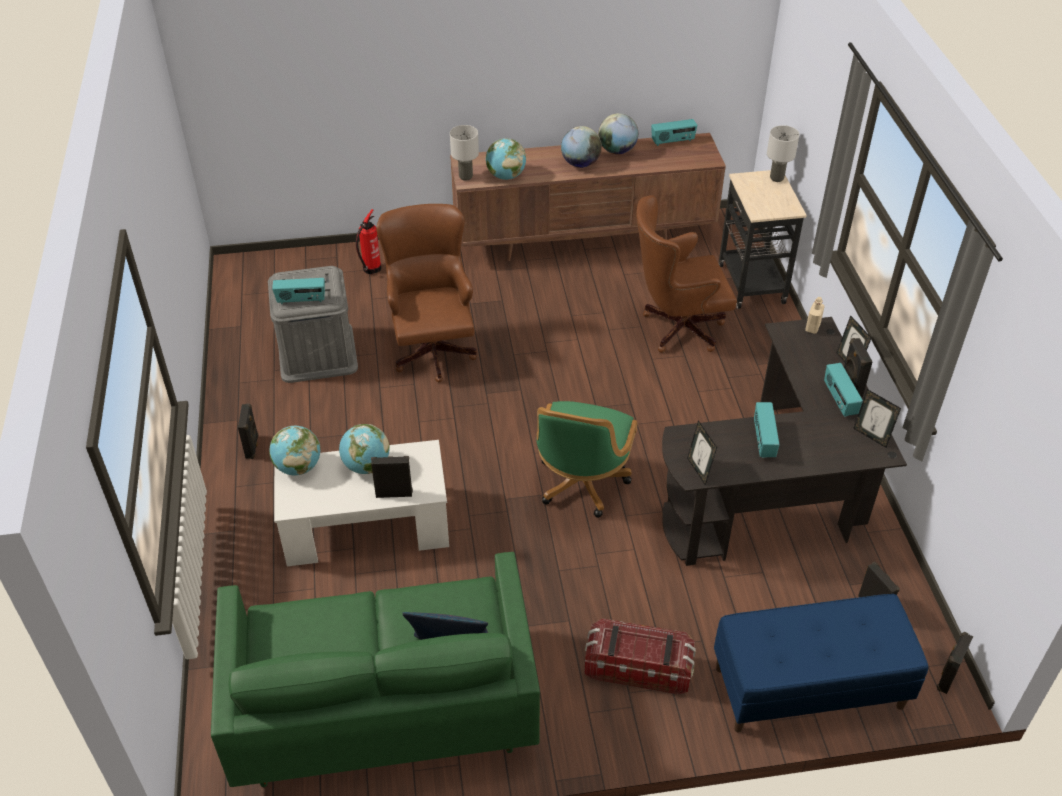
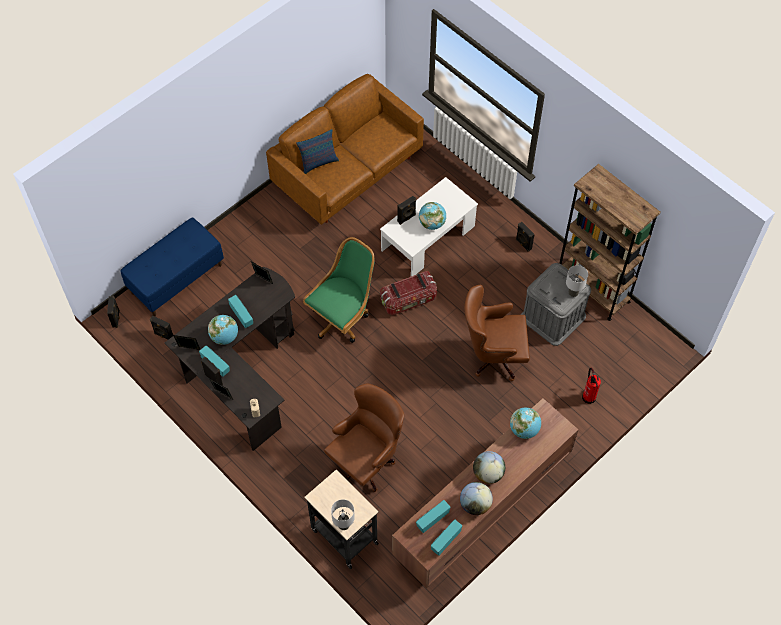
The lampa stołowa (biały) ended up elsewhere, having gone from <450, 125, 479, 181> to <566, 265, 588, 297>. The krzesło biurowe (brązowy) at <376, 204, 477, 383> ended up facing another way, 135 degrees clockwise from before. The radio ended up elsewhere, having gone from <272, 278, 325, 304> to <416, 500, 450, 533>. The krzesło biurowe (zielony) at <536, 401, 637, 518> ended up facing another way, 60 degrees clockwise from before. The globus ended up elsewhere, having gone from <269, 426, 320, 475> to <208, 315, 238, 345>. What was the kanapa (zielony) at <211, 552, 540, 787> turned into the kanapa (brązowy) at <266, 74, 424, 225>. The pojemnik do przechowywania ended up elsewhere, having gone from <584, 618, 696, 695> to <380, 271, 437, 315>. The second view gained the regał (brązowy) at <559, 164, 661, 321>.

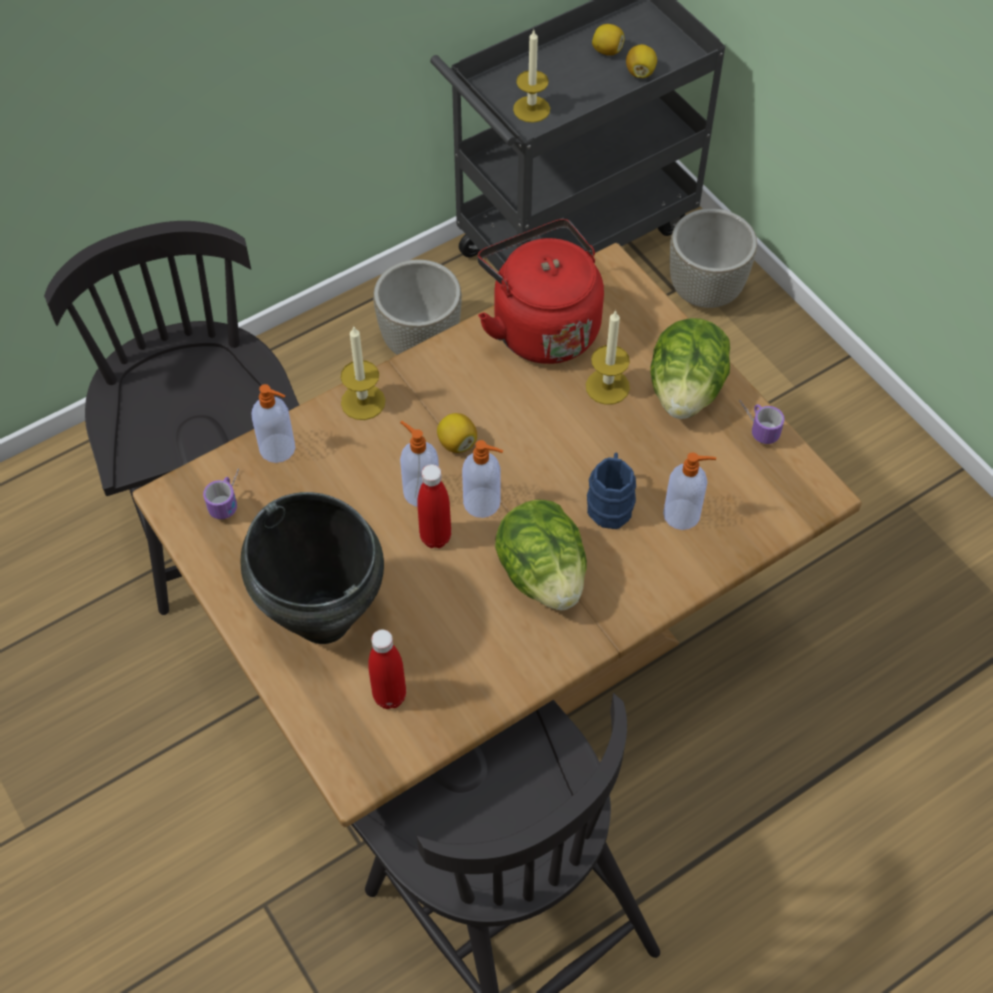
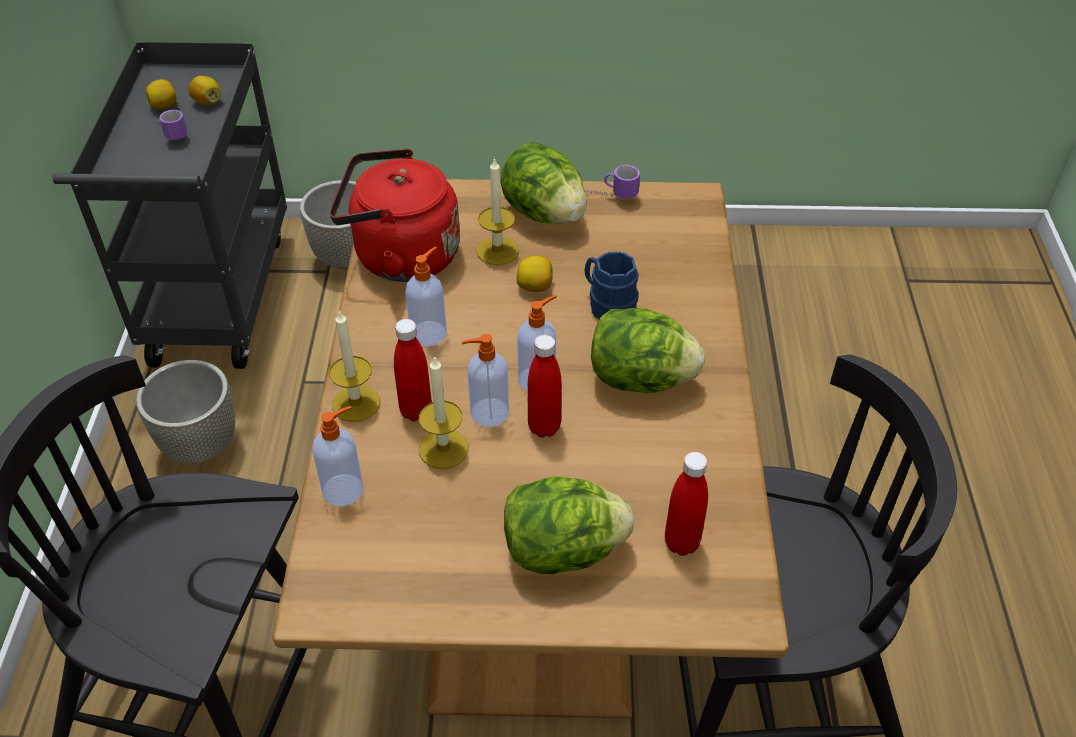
The świeca ended up elsewhere, having gone from <513, 30, 550, 123> to <419, 356, 468, 469>. The cytryna ended up elsewhere, having gone from <437, 413, 477, 453> to <516, 255, 553, 292>. The dozownik mydła ended up elsewhere, having gone from <663, 452, 716, 530> to <405, 247, 447, 346>. The kubek ended up elsewhere, having gone from <203, 469, 239, 519> to <157, 110, 187, 140>. Where the garnek (czarny) stood at <241, 492, 384, 644>, the sałata came to stand at <504, 476, 634, 574>. The second view gained the butelka (czerwony) at <394, 319, 432, 421>.

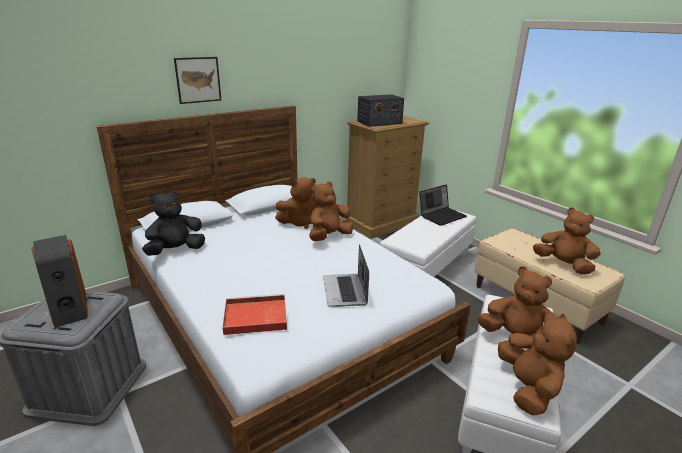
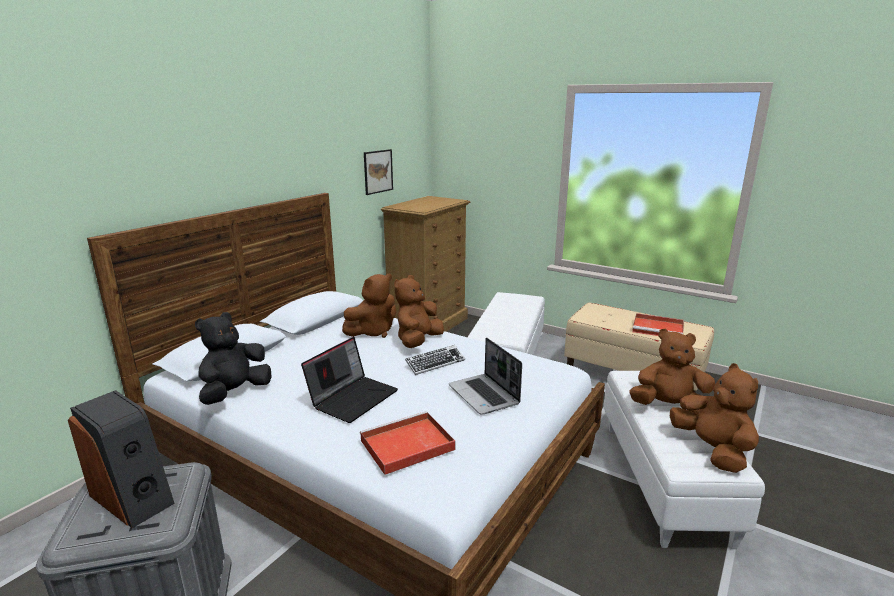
The obraz ended up elsewhere, having gone from <174, 57, 221, 104> to <364, 149, 393, 195>. The second view lost the radio at <357, 94, 404, 127>. The laptop ended up elsewhere, having gone from <419, 184, 467, 226> to <301, 337, 398, 423>. Where the pluszak (brązowy) stood at <533, 208, 601, 274>, the taca (czerwony) came to stand at <632, 313, 684, 336>. The second view gained the klawiatura at <405, 345, 465, 375>.

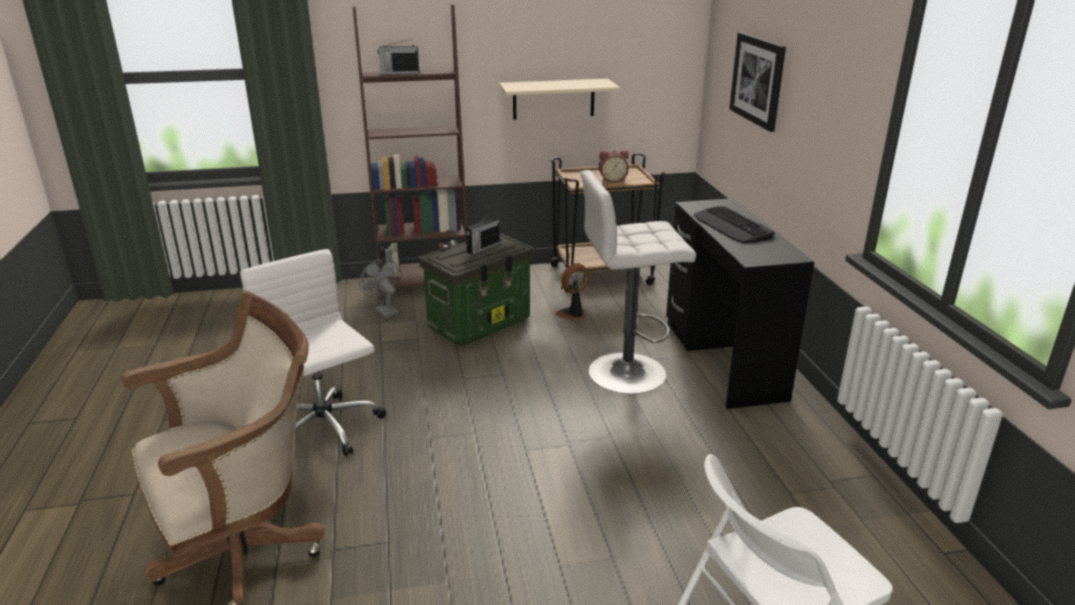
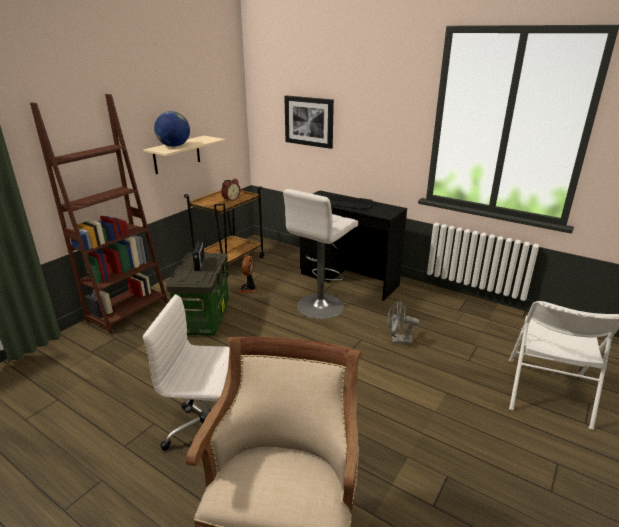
The second view lost the radio at <378, 39, 419, 74>. The wentylator (szary) ended up elsewhere, having gone from <359, 259, 399, 318> to <387, 300, 419, 344>. The second view gained the globus at <154, 111, 190, 147>.

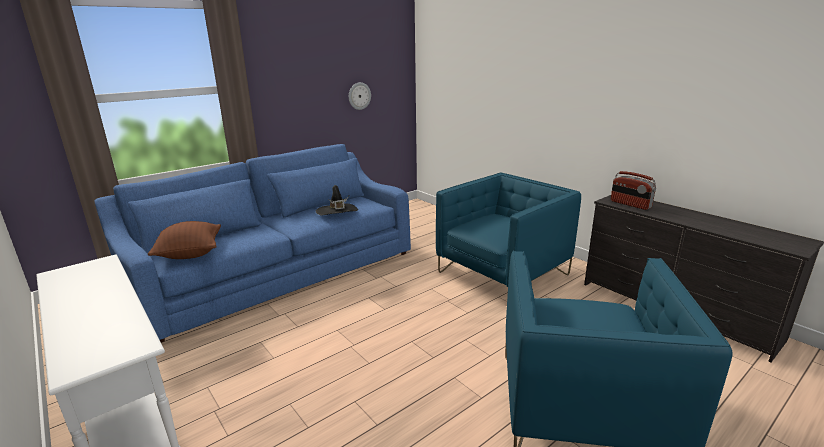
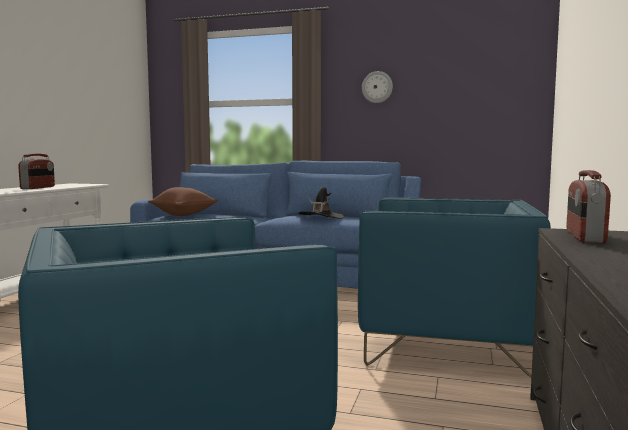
The zegar ścienny ended up elsewhere, having gone from <349, 82, 371, 110> to <362, 71, 393, 103>. The second view gained the radio at <18, 153, 55, 189>.

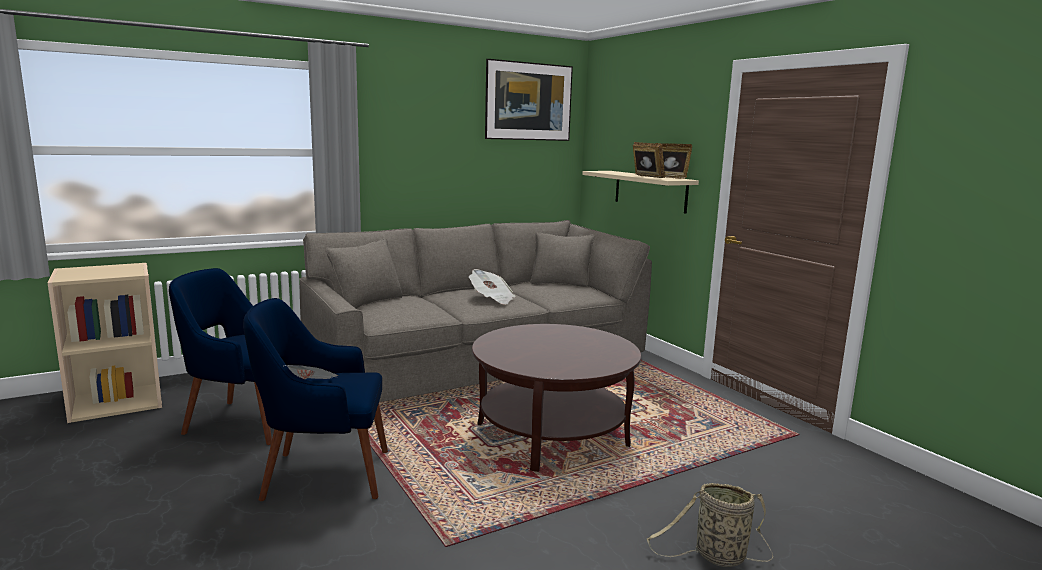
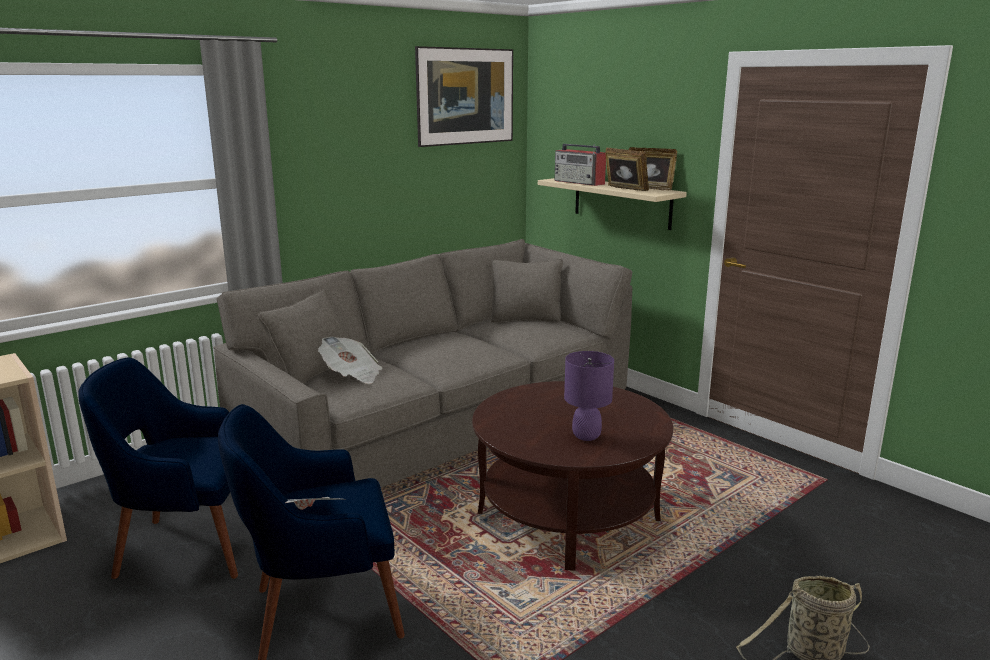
The gazeta ended up elsewhere, having gone from <469, 269, 515, 305> to <318, 337, 383, 384>. The second view gained the radio at <555, 144, 606, 186>. The second view gained the lampa stołowa (fioletowy) at <564, 351, 614, 441>.

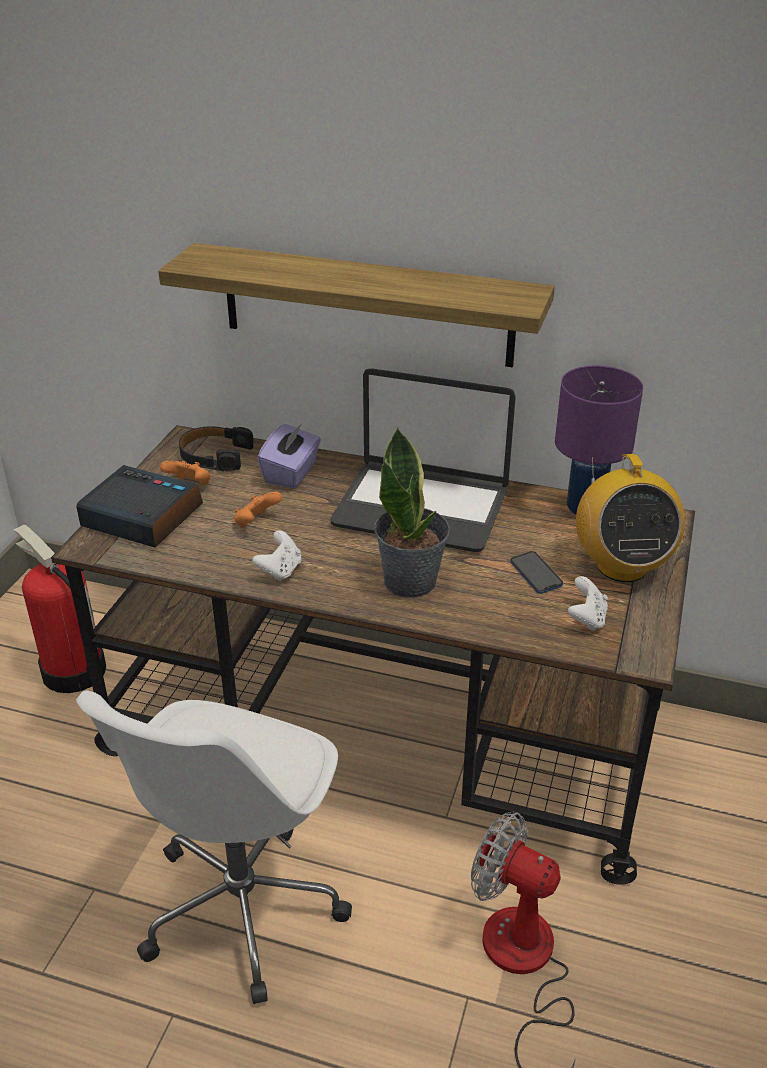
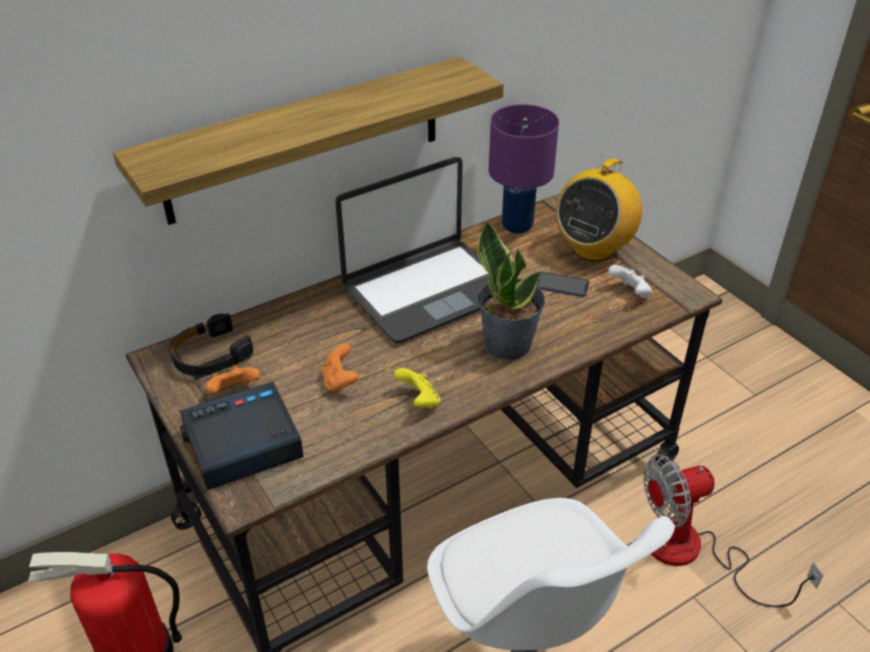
The second view lost the pudełko chusteczek (fioletowy) at <257, 423, 321, 488>. The radio at <576, 454, 685, 582> ended up facing another way, 90 degrees clockwise from before. What was the pad do gier (biały) at <252, 531, 302, 582> turned into the pad do gier (żółty) at <394, 368, 440, 409>.

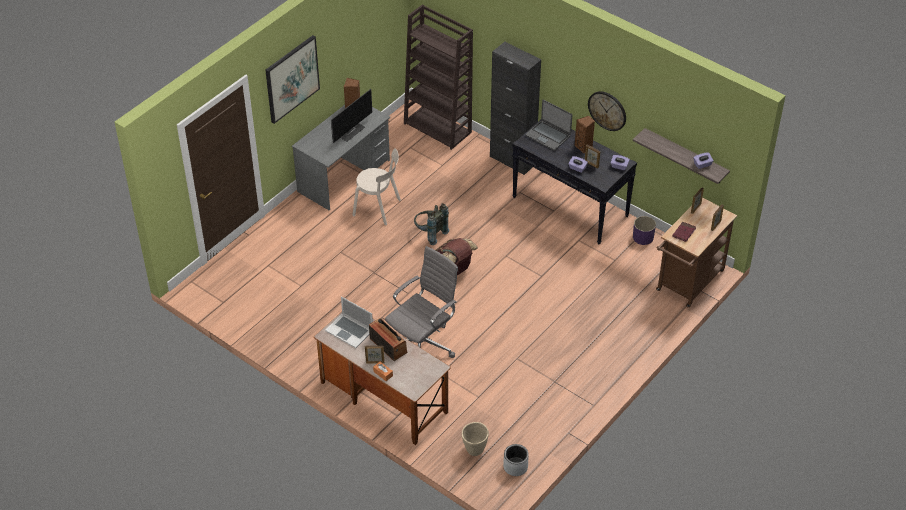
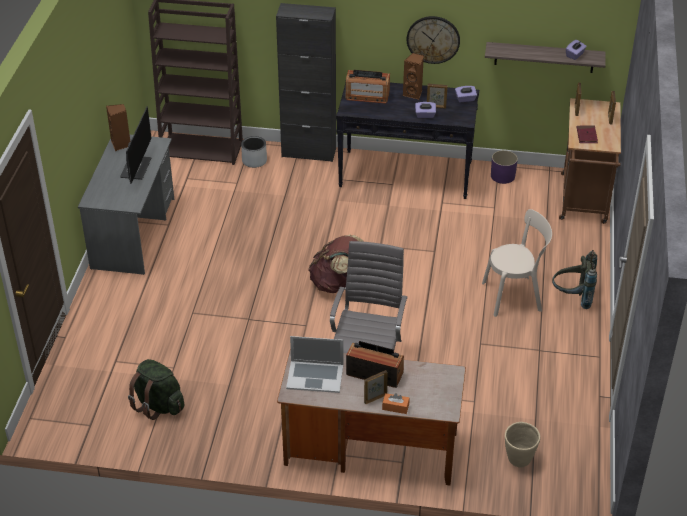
The second view lost the obraz at <265, 35, 320, 124>. Where the laptop stood at <525, 100, 572, 151>, the radio came to stand at <346, 70, 390, 104>. The krzesło (beżowy) ended up elsewhere, having gone from <352, 148, 401, 225> to <482, 209, 552, 317>. The plecak (szary) ended up elsewhere, having gone from <414, 203, 449, 245> to <552, 250, 597, 309>. The donica (szary) ended up elsewhere, having gone from <503, 444, 529, 476> to <241, 136, 267, 168>. The second view gained the plecak (zielony) at <128, 359, 184, 420>.

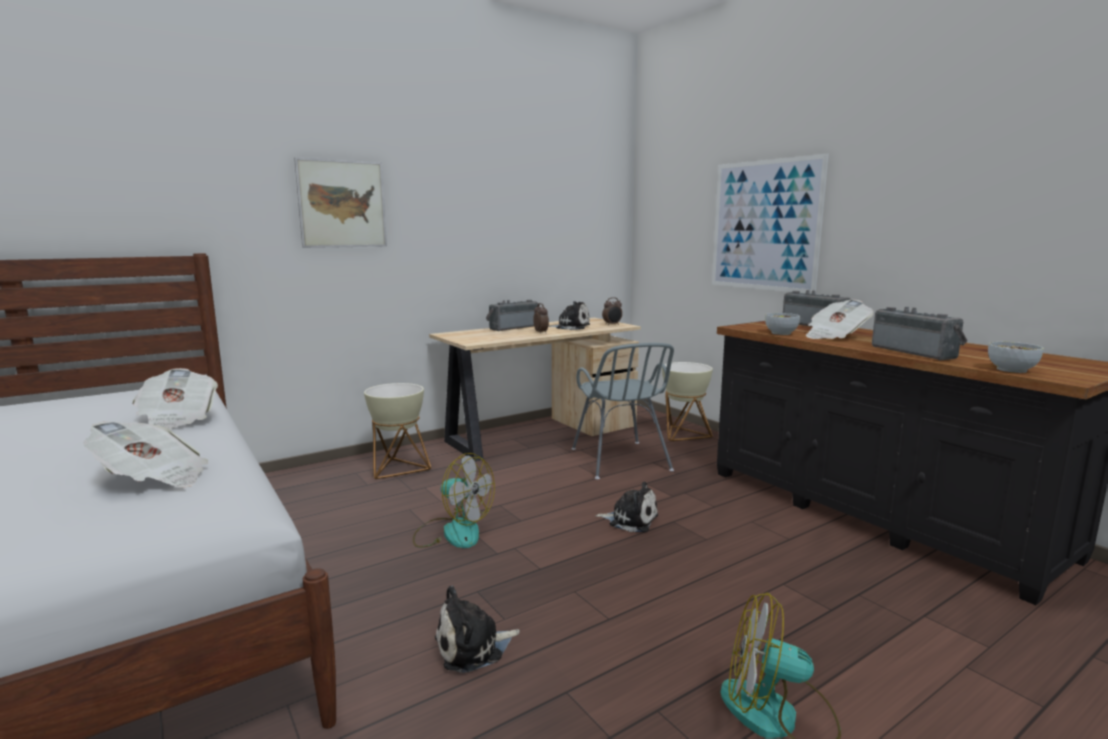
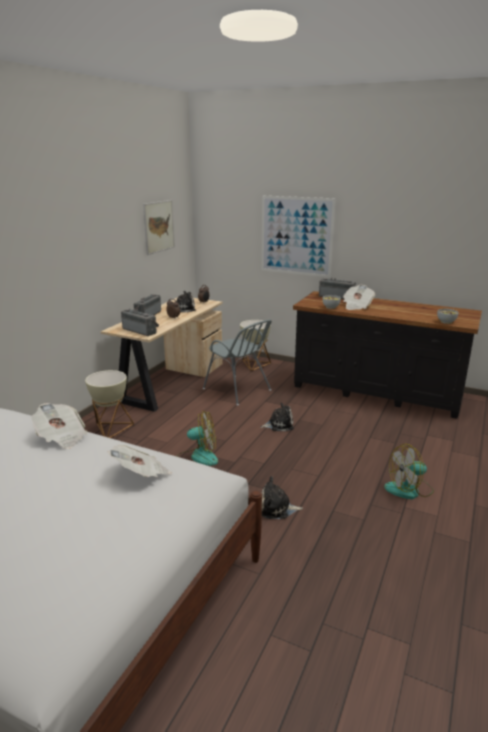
The obraz ended up elsewhere, having gone from <294, 157, 387, 248> to <143, 200, 175, 255>. The radio ended up elsewhere, having gone from <872, 307, 968, 360> to <121, 309, 159, 336>. The pluszak at <435, 585, 520, 673> ended up facing another way, 60 degrees clockwise from before.

